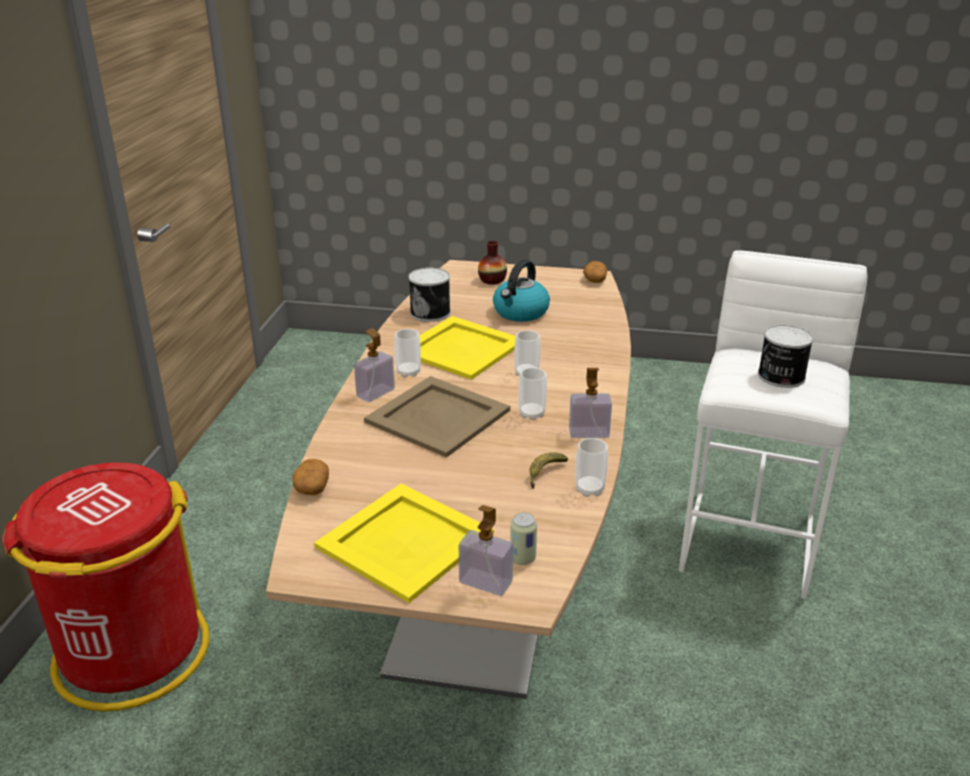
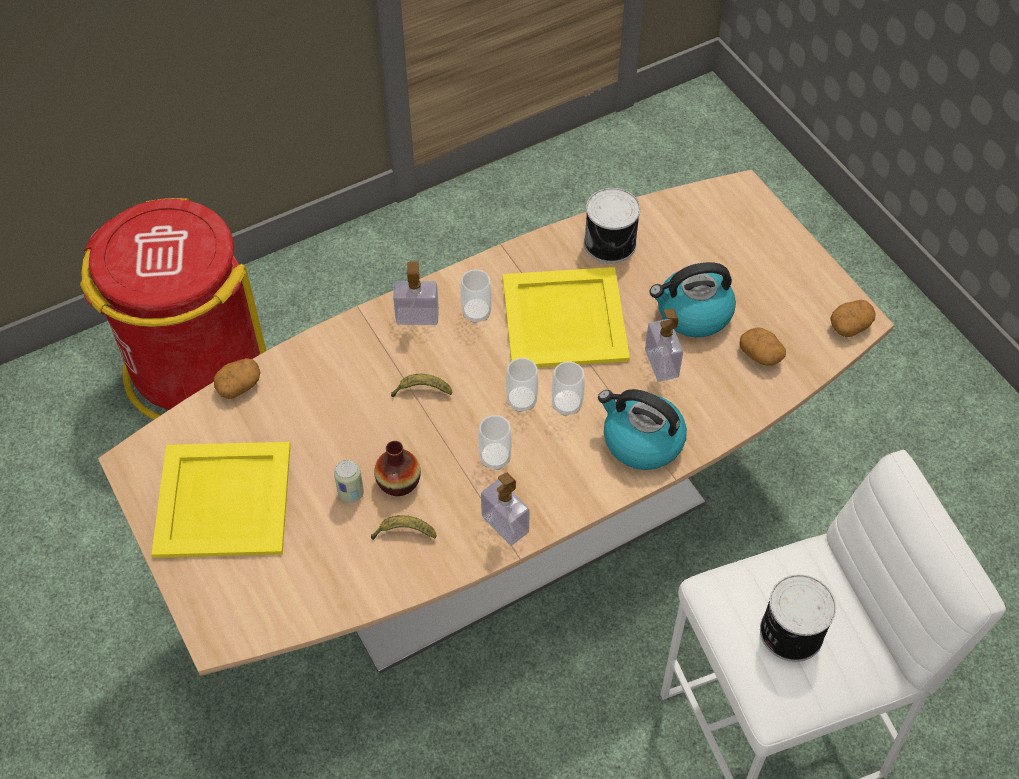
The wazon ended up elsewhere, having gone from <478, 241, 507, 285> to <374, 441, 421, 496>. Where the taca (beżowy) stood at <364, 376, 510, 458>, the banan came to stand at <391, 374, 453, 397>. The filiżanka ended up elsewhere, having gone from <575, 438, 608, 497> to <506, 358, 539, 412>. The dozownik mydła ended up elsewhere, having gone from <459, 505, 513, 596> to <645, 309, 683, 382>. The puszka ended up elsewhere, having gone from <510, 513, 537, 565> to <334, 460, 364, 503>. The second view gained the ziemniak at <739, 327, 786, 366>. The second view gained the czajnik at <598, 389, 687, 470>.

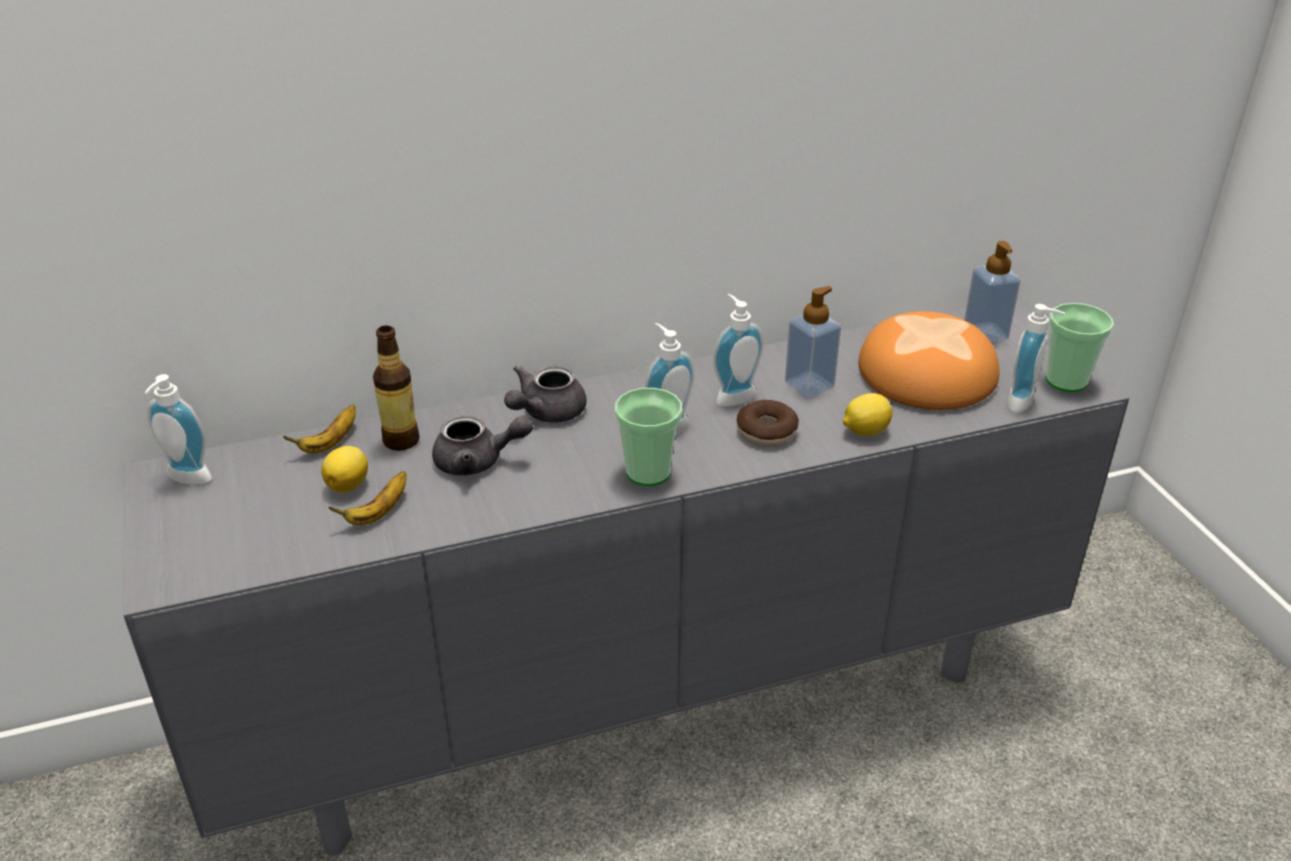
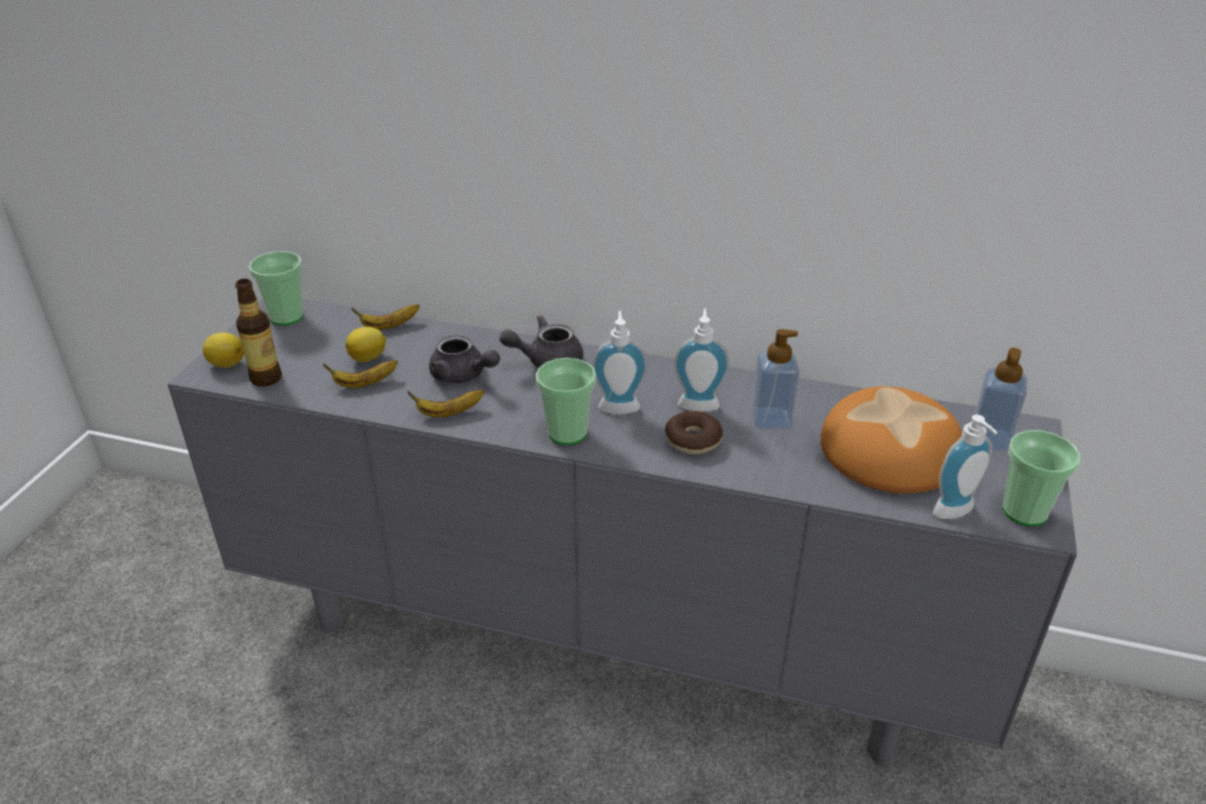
The butelka ended up elsewhere, having gone from <373, 326, 419, 451> to <235, 279, 282, 387>. Where the dozownik mydła stood at <145, 374, 212, 485>, the filiżanka came to stand at <249, 251, 304, 325>. The cytryna ended up elsewhere, having gone from <843, 393, 892, 436> to <203, 332, 244, 368>. The second view gained the banan at <407, 390, 484, 417>.

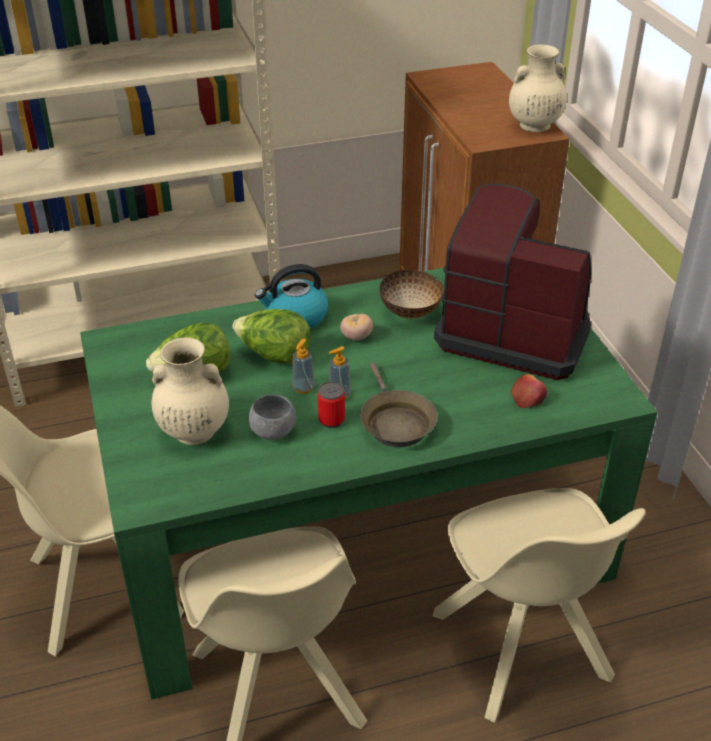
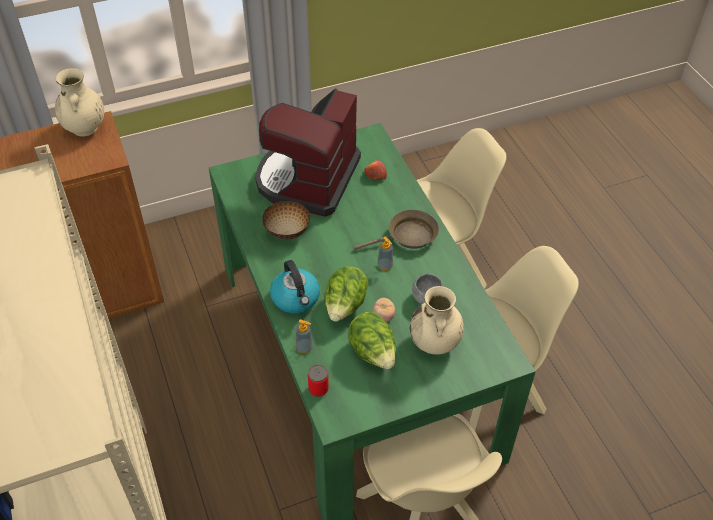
The pomidor ended up elsewhere, having gone from <340, 313, 373, 340> to <373, 298, 395, 322>. The dozownik mydła ended up elsewhere, having gone from <292, 339, 315, 394> to <296, 319, 313, 353>. The puszka ended up elsewhere, having gone from <318, 382, 345, 428> to <308, 365, 329, 397>.

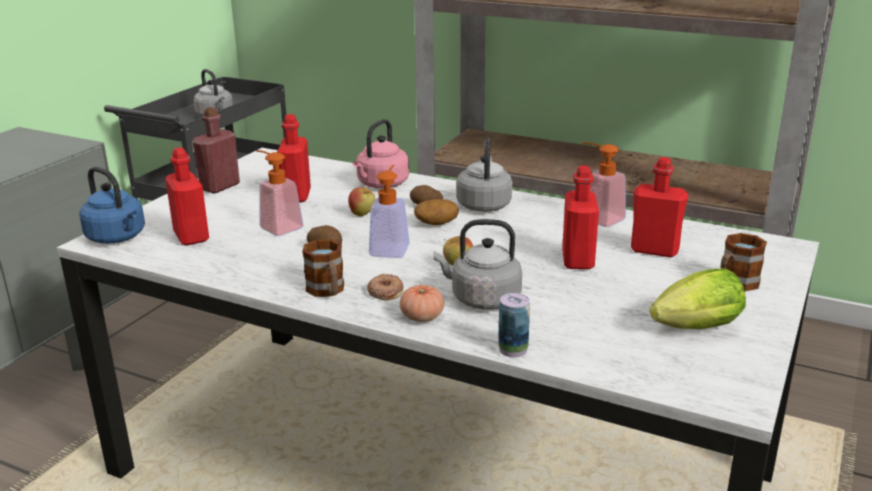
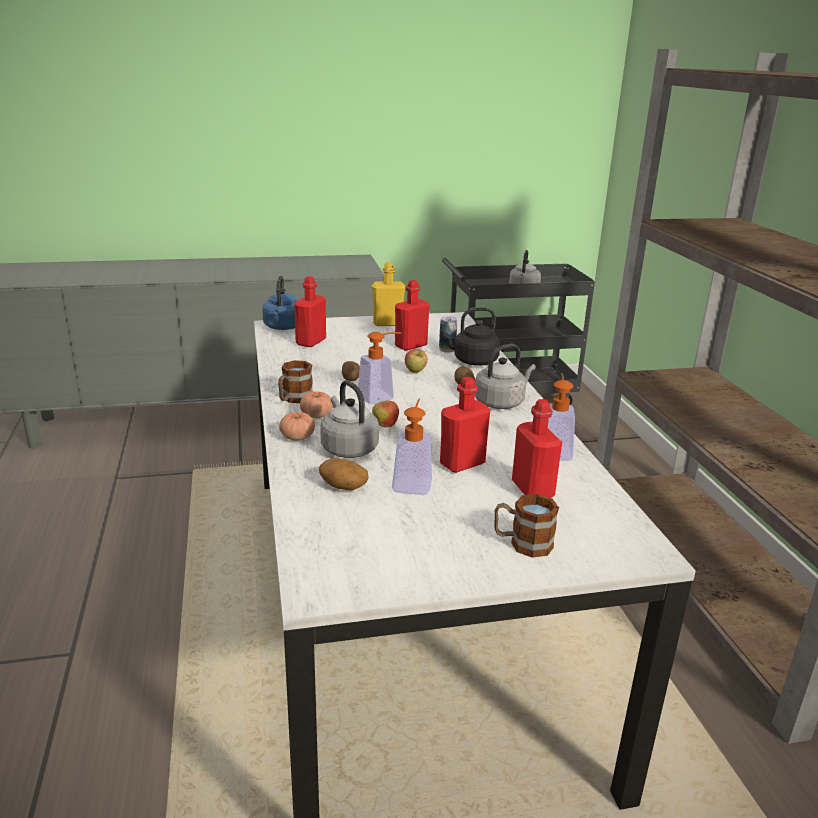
What was the butelka (czerwony) at <192, 107, 240, 194> turned into the butelka (żółty) at <372, 262, 405, 326>. What was the czajnik (różowy) at <352, 119, 409, 188> turned into the czajnik (czarny) at <442, 307, 500, 366>. The dozownik mydła ended up elsewhere, having gone from <256, 150, 304, 236> to <392, 398, 432, 495>. The ziemniak ended up elsewhere, having gone from <414, 199, 459, 225> to <319, 458, 369, 490>. The second view lost the sałata at <650, 268, 746, 329>. Where the donut stood at <367, 274, 404, 300>, the pomidor came to stand at <300, 391, 333, 418>. The puszka ended up elsewhere, having gone from <498, 293, 530, 358> to <439, 316, 457, 353>.

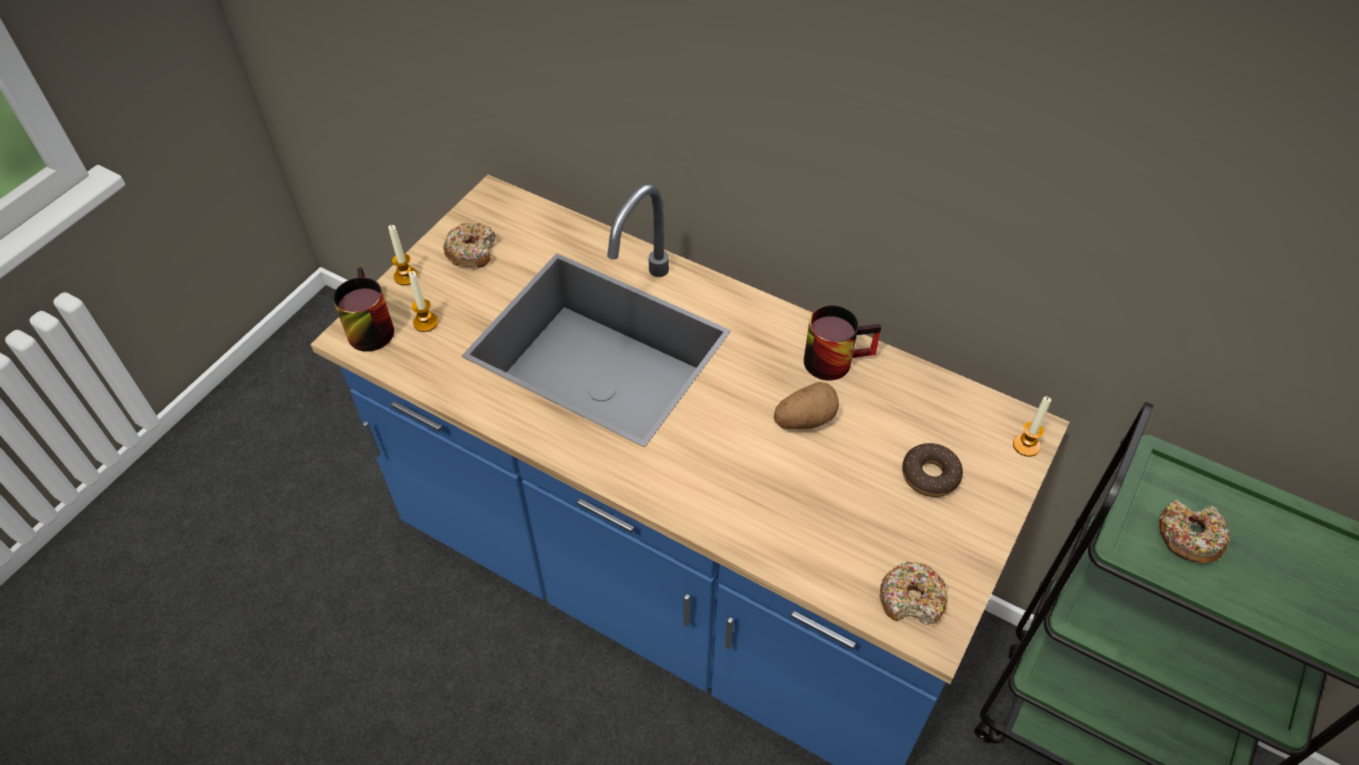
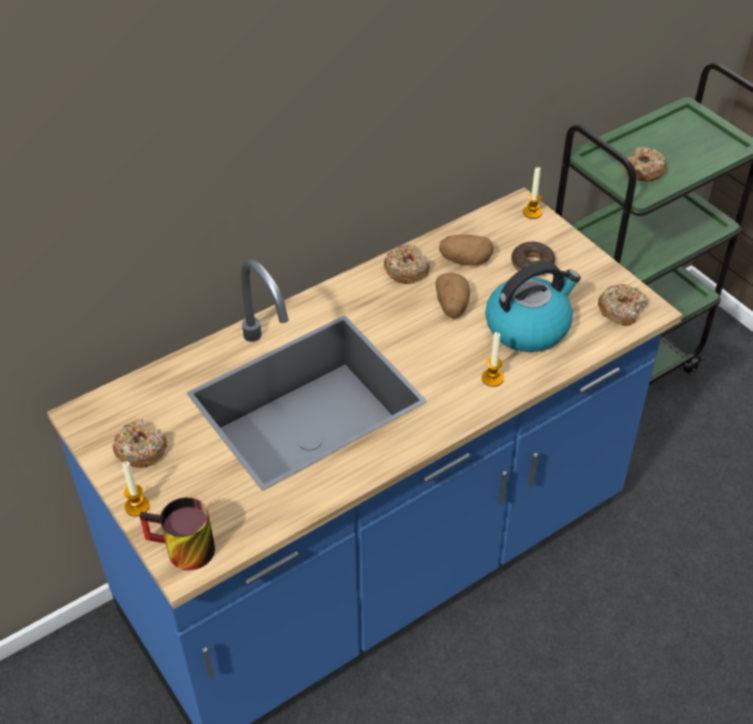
The świeca ended up elsewhere, having gone from <408, 271, 438, 332> to <482, 332, 504, 387>. Where the kubek stood at <804, 305, 881, 381>, the donut came to stand at <384, 244, 430, 284>. The second view gained the ziemniak at <439, 235, 494, 265>. The second view gained the czajnik at <485, 262, 581, 352>.

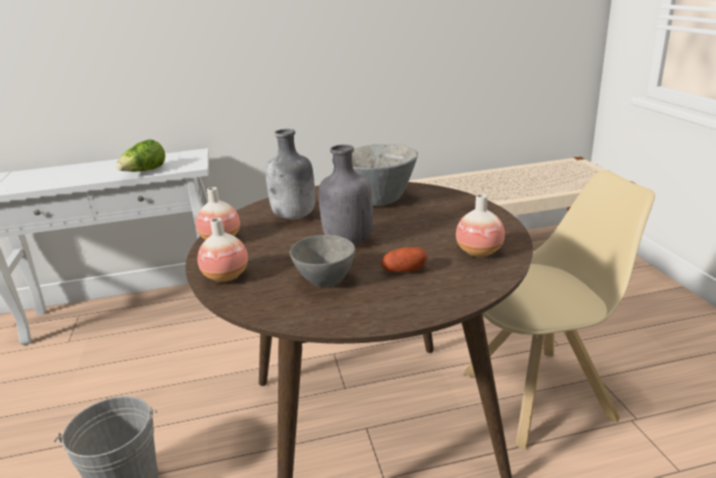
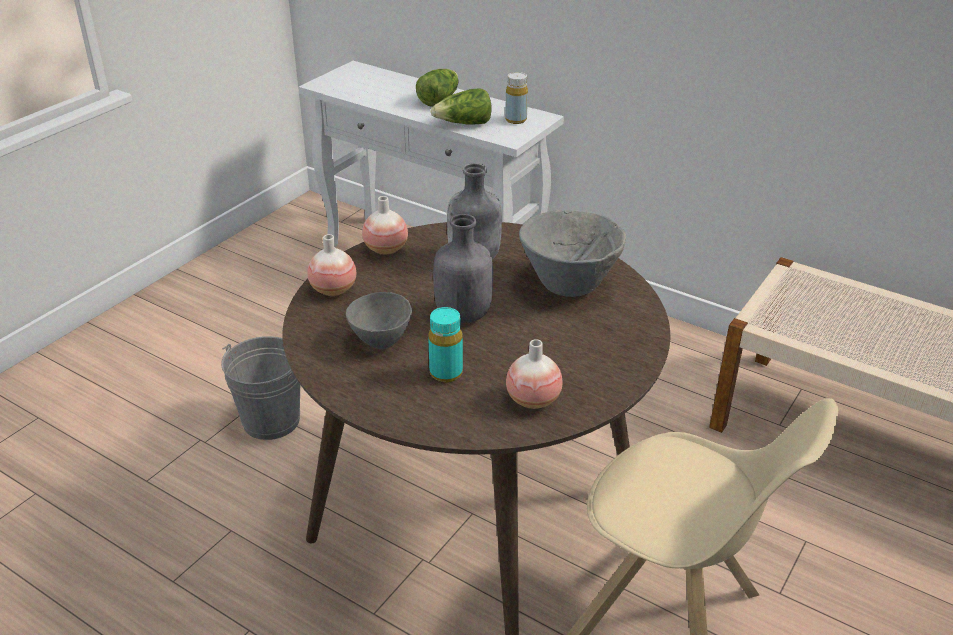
Where the ziemniak stood at <381, 247, 428, 272>, the butelka (turkusowy) came to stand at <428, 307, 463, 382>. The second view gained the sałata at <416, 69, 459, 107>. The second view gained the butelka (żółty) at <505, 72, 528, 124>.

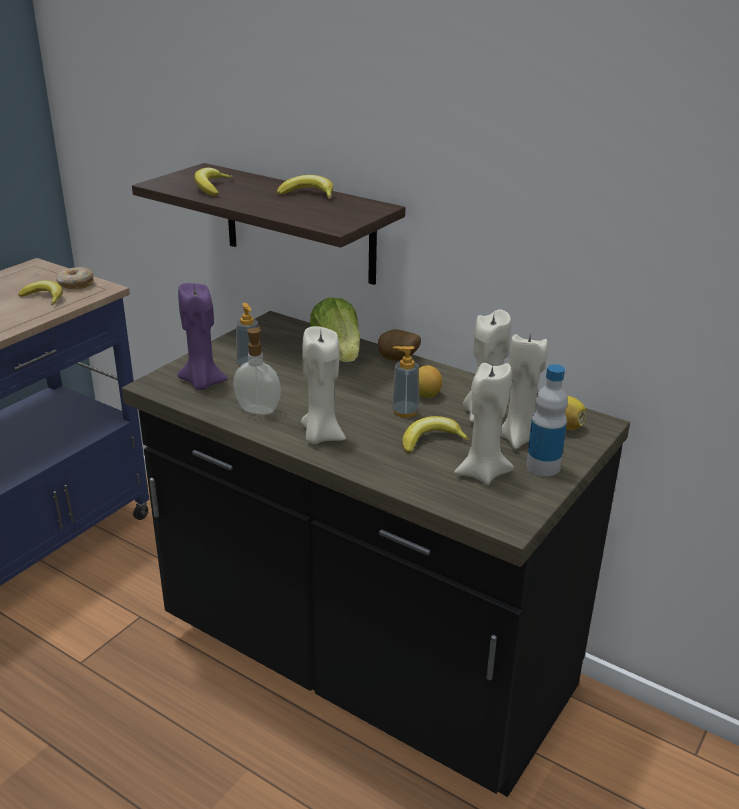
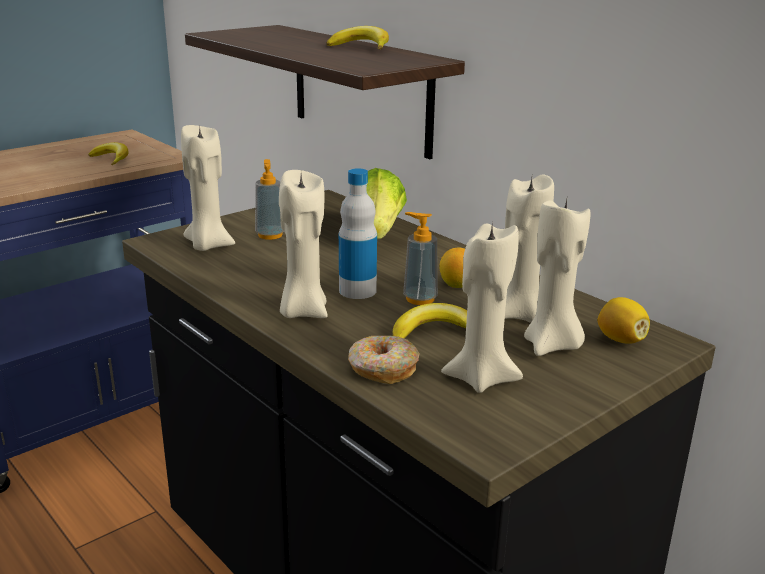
The second view lost the banan at <194, 168, 232, 196>. The donut ended up elsewhere, having gone from <56, 267, 94, 289> to <348, 336, 420, 384>. What was the świeca (fioletowy) at <178, 283, 228, 390> turned into the świeca (beżowy) at <181, 123, 235, 251>. The second view lost the dozownik mydła at <233, 327, 281, 415>. The second view lost the ziemniak at <378, 329, 421, 361>. The butelka ended up elsewhere, having gone from <526, 364, 568, 476> to <339, 168, 377, 299>.

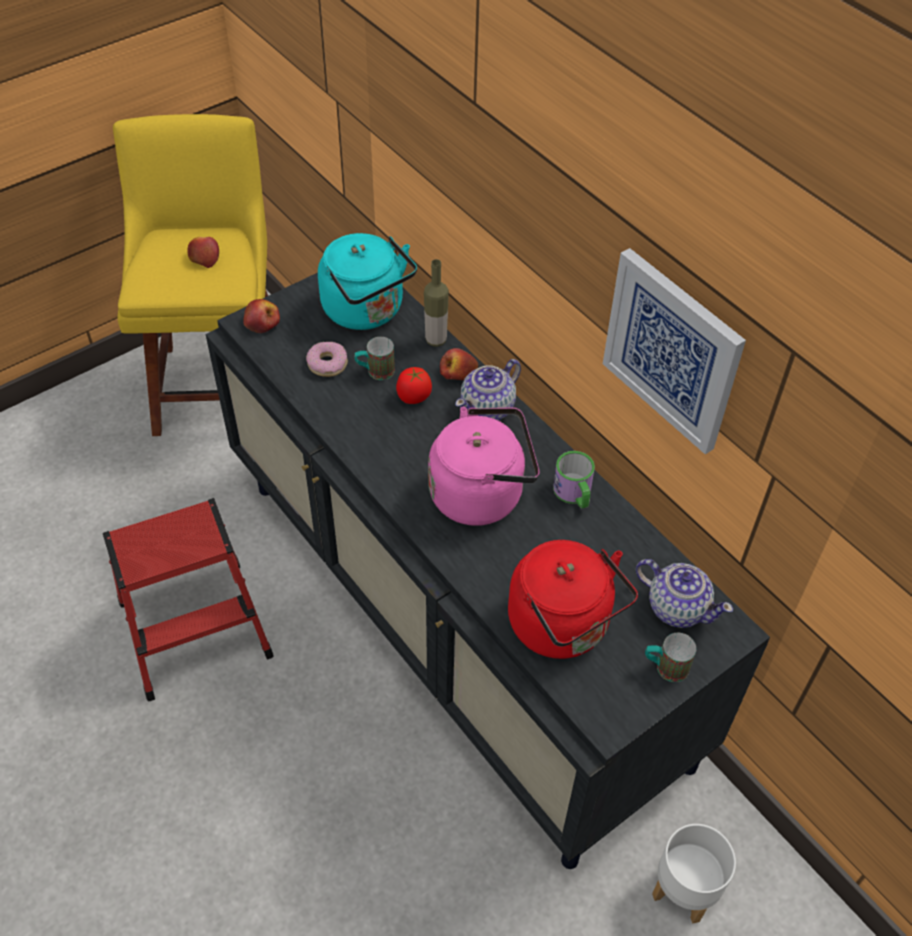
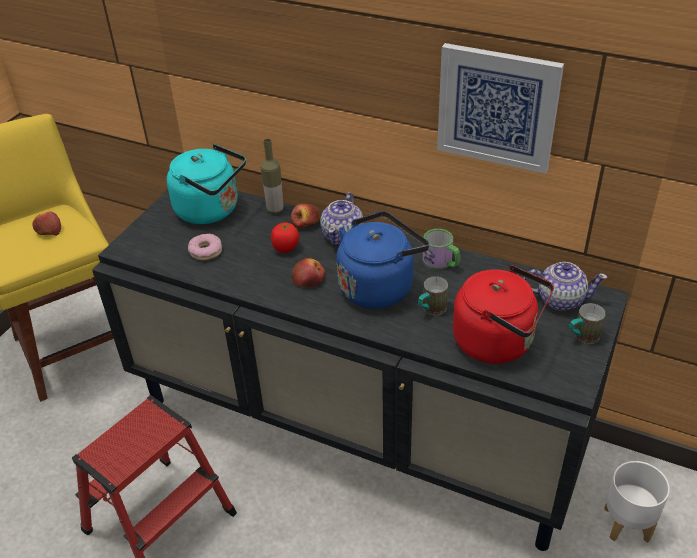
The jabłko ended up elsewhere, having gone from <243, 299, 280, 333> to <292, 258, 325, 288>. The kubek ended up elsewhere, having gone from <354, 337, 395, 380> to <418, 276, 448, 316>. What was the czajnik (różowy) at <428, 407, 539, 526> turned into the czajnik (niebieski) at <337, 211, 429, 309>.

